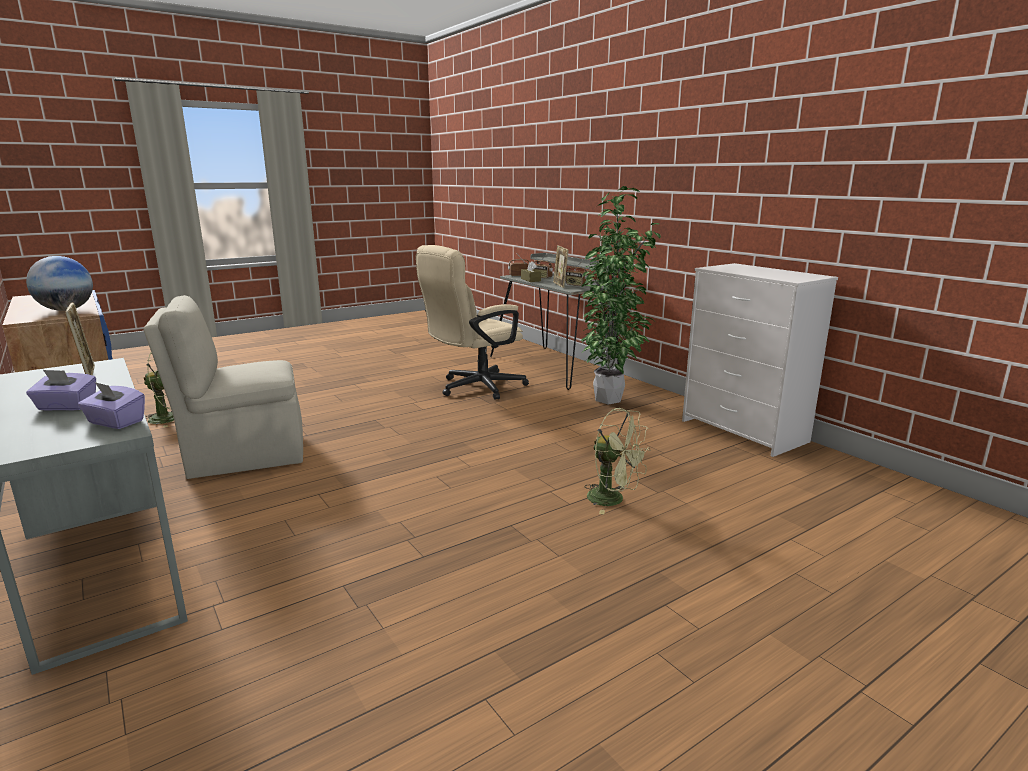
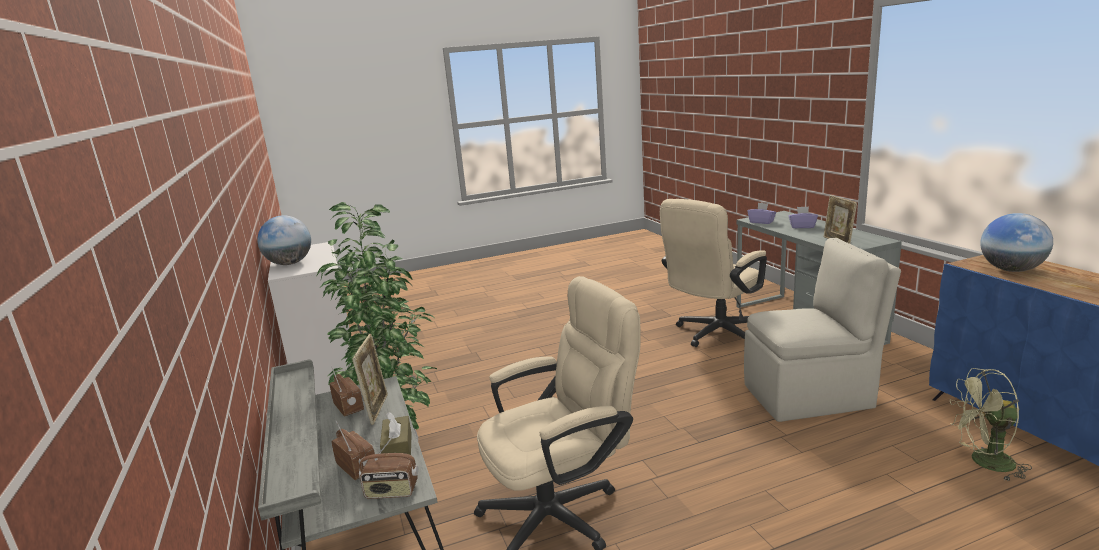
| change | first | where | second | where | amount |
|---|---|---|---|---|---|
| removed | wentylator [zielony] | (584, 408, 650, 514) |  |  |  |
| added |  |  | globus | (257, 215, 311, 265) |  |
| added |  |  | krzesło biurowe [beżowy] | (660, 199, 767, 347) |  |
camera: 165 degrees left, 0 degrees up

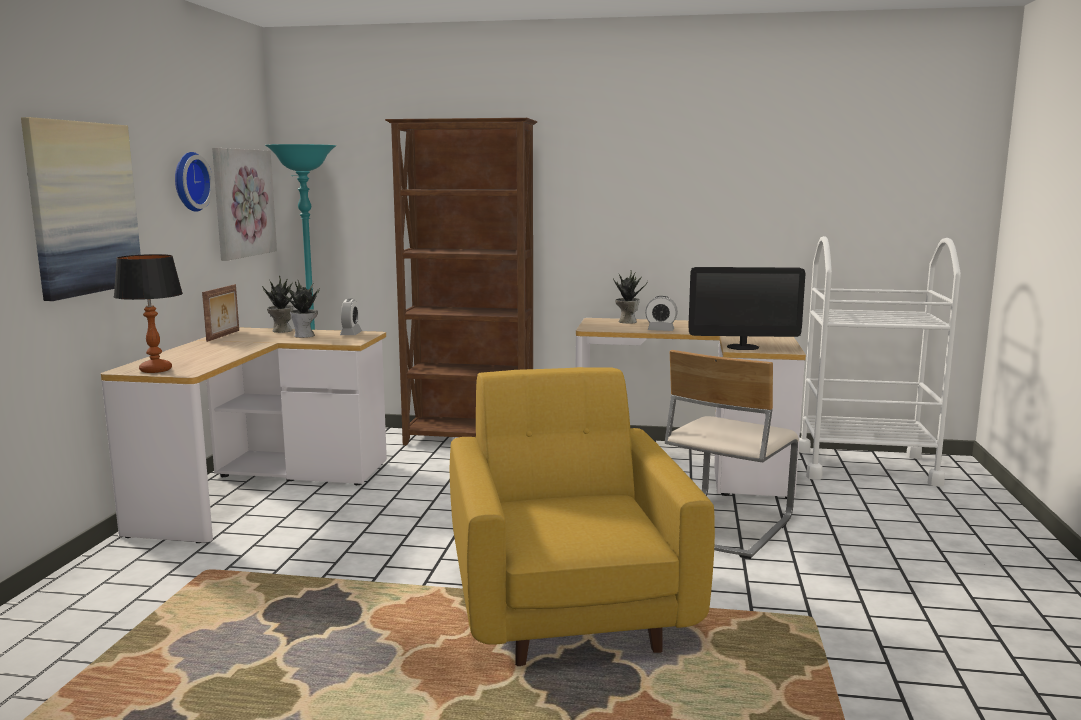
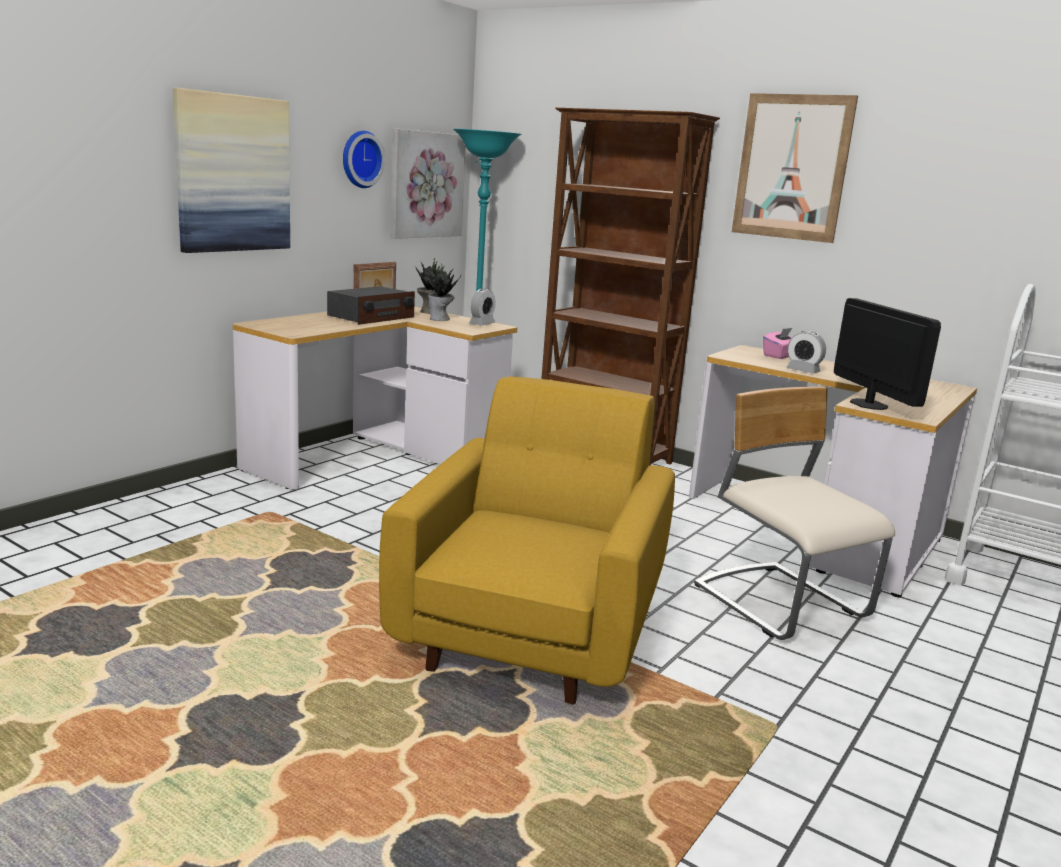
| change | first | where | second | where | amount |
|---|---|---|---|---|---|
| removed | lampa stołowa | (113, 254, 183, 373) |  |  |  |
| added |  |  | radio | (327, 286, 415, 325) |  |
| added |  |  | obraz | (732, 93, 858, 243) |  |
| replaced | roślina doniczkowa | (613, 270, 648, 324) | pudełko chusteczek [różowy] | (763, 328, 792, 359) |  |
| turned | krzesło [beżowy] | (665, 350, 799, 559) |  | (694, 386, 895, 640) | 90 degrees clockwise |
| turned | monitor | (689, 267, 806, 350) |  | (834, 298, 941, 410) | 135 degrees counterclockwise |
camera: 25 degrees right, 5 degrees up

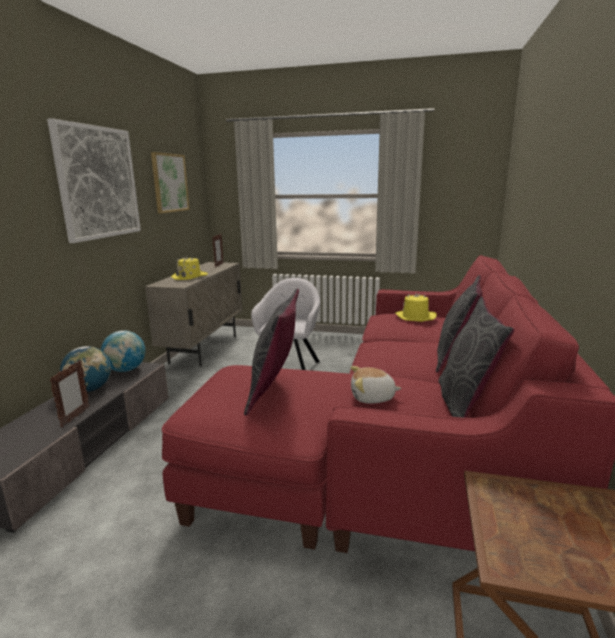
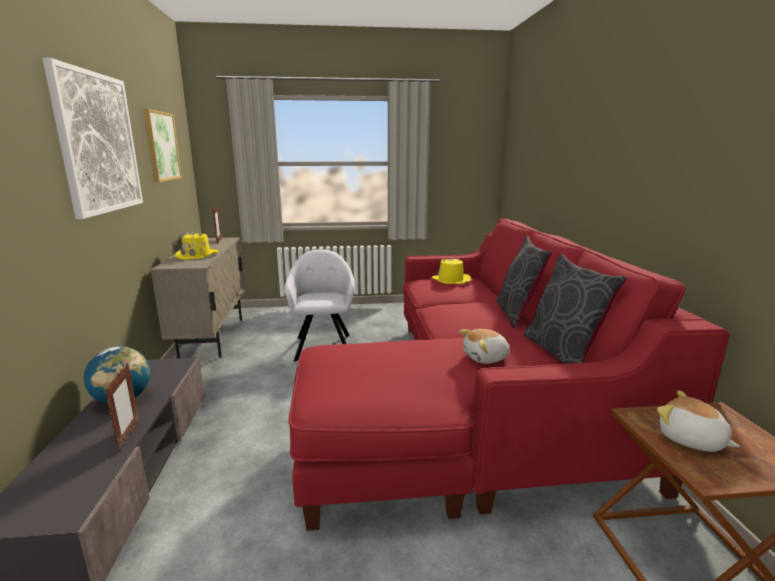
| change | first | where | second | where | amount |
|---|---|---|---|---|---|
| removed | globus | (101, 330, 145, 372) |  |  |  |
| removed | poduszka [szary] | (244, 289, 299, 416) |  |  |  |
| added |  |  | pluszak | (657, 390, 740, 452) |  |
camera: 20 degrees left, 0 degrees up

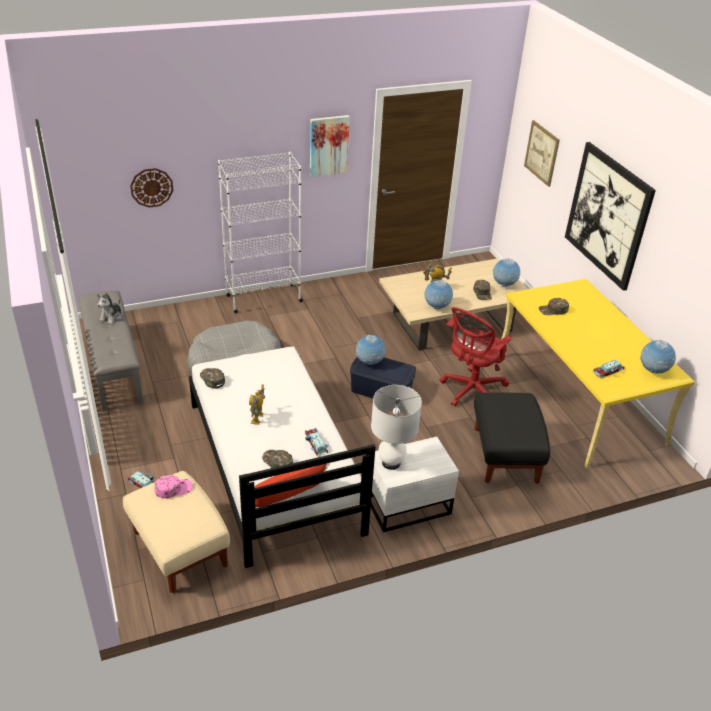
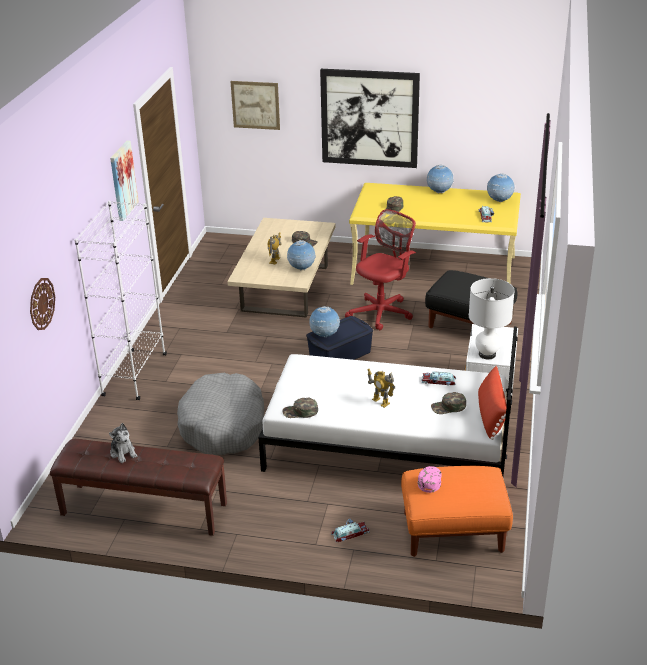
| change | first | where | second | where | amount |
|---|---|---|---|---|---|
| moved | globus | (493, 258, 520, 287) |  | (426, 164, 454, 194) |  |
| recoloured | ławka [szary] | (79, 290, 144, 412) | ławka [brązowy] | (50, 439, 227, 536) |  |
| recoloured | pufa [beżowy] | (123, 471, 230, 593) | pufa [pomarańczowy] | (401, 466, 513, 557) |  |
| turned | krzesło biurowe [czerwony] | (440, 307, 512, 406) |  | (345, 209, 416, 330) | 120 degrees counterclockwise |
camera: 55 degrees left, 5 degrees down

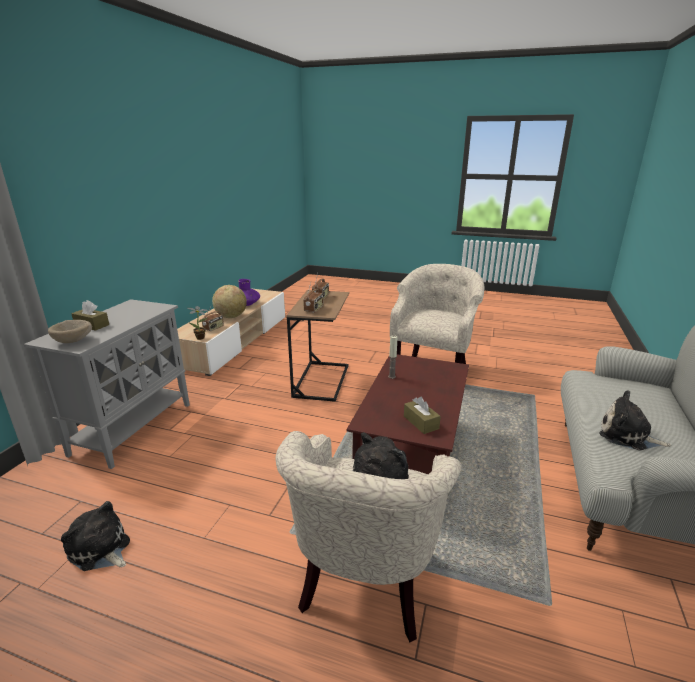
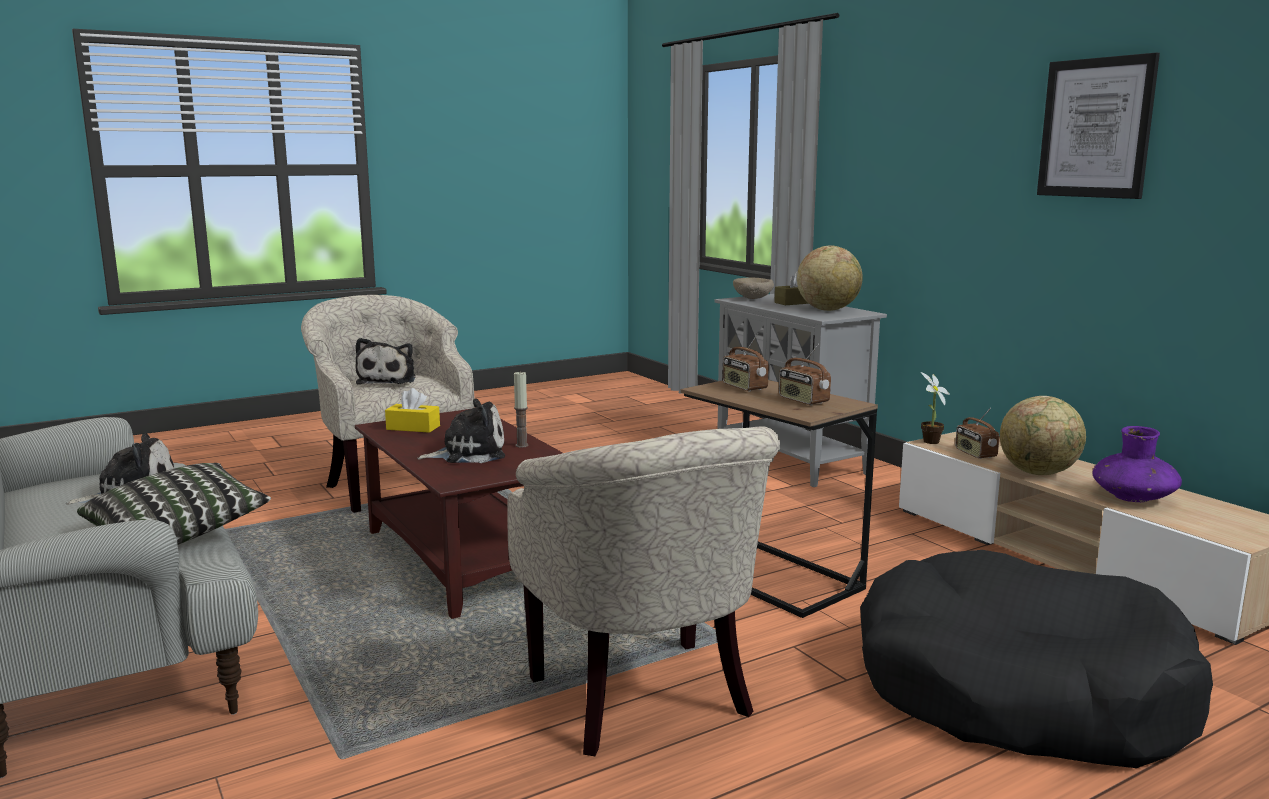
| change | first | where | second | where | amount |
|---|---|---|---|---|---|
| added |  |  | poduszka | (77, 463, 271, 545) |  |
| added |  |  | globus | (797, 245, 863, 311) |  |
| added |  |  | legowisko [czarny] | (860, 550, 1213, 768) |  |
| added |  |  | obraz | (1037, 53, 1160, 199) |  |
| moved | pluszak | (61, 501, 130, 571) |  | (417, 399, 505, 463) |  |
| recoloured | pudełko chusteczek [brązowy] | (404, 397, 441, 434) | pudełko chusteczek [żółty] | (385, 388, 440, 433) |  |
camera: 130 degrees right, 10 degrees down

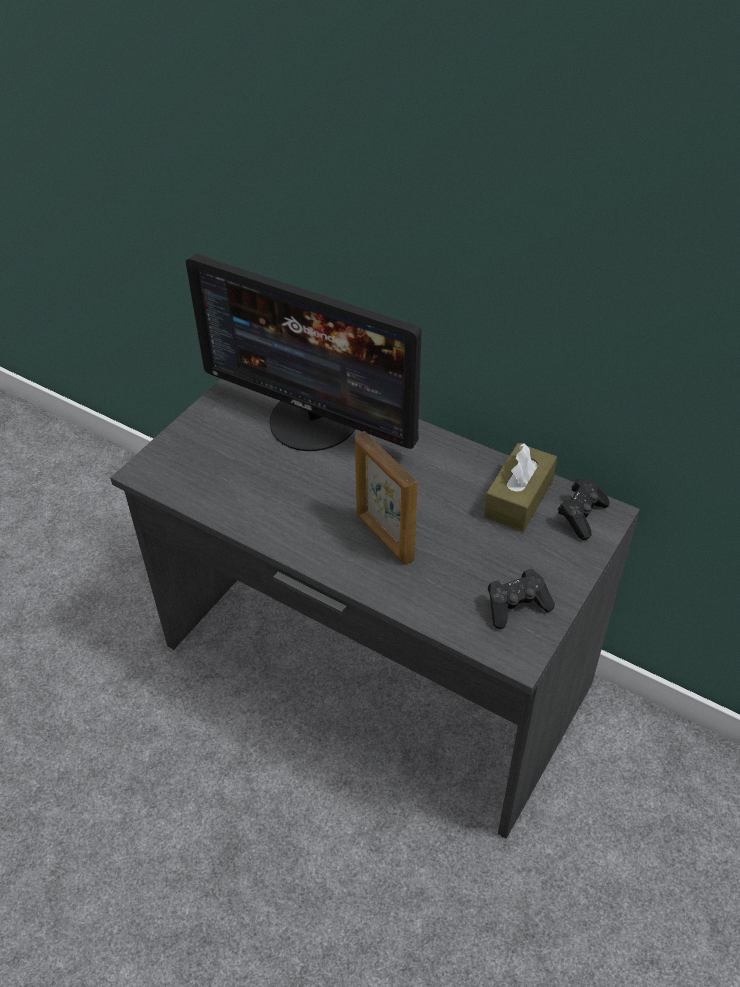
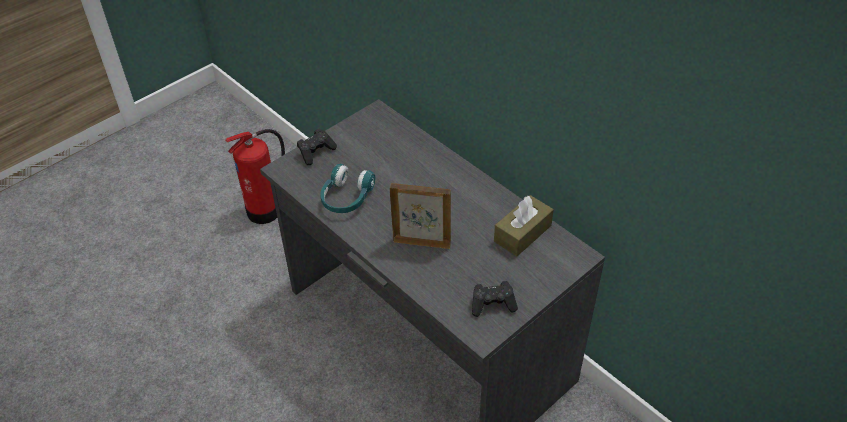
| change | first | where | second | where | amount |
|---|---|---|---|---|---|
| removed | monitor | (186, 254, 422, 451) |  |  |  |
| added |  |  | gaśnica | (225, 129, 285, 224) |  |
| added |  |  | słuchawki [turkusowy] | (320, 164, 375, 213) |  |
| moved | pad do gier [czarny] | (558, 478, 610, 540) |  | (297, 129, 337, 165) |  |
| turned | ramka na zdjęcie | (355, 431, 418, 565) |  | (390, 183, 451, 249) | 120 degrees clockwise |
camera: 15 degrees right, 0 degrees up

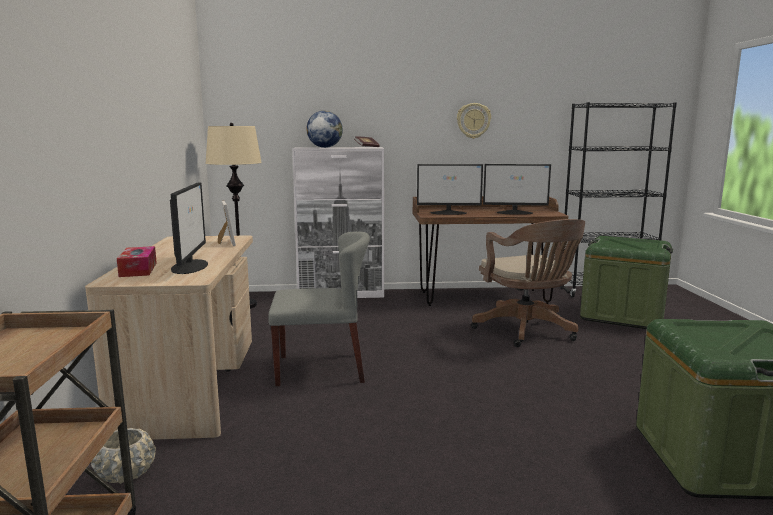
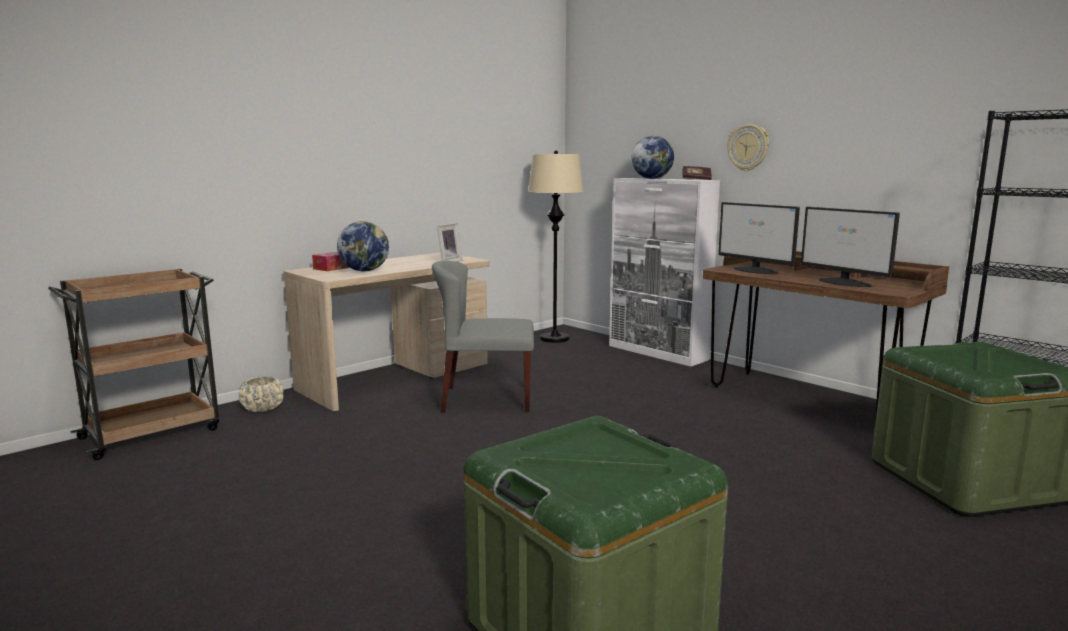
| change | first | where | second | where | amount |
|---|---|---|---|---|---|
| removed | krzesło biurowe [brązowy] | (471, 219, 585, 347) |  |  |  |
| moved | zegar ścienny | (457, 103, 491, 139) |  | (727, 124, 769, 171) |  |
| replaced | monitor | (170, 183, 208, 274) | globus | (337, 221, 389, 272) |  |
| turned | krzesło [szary] | (268, 232, 370, 386) |  | (432, 261, 534, 413) | 135 degrees clockwise |
camera: 50 degrees right, 0 degrees up

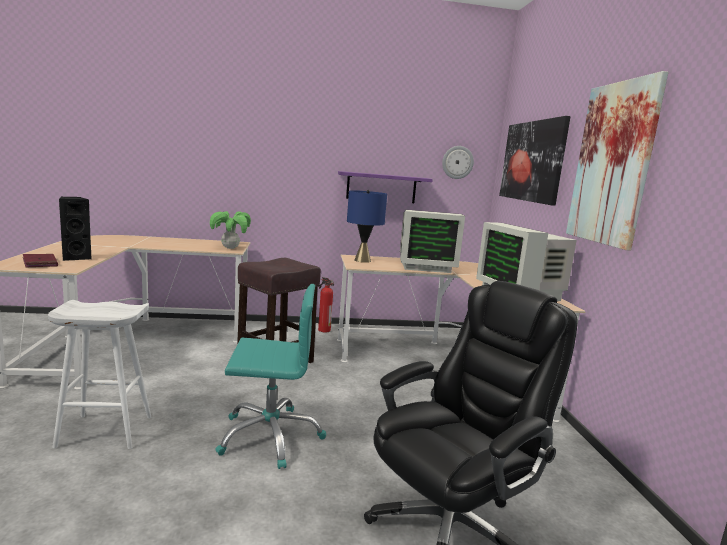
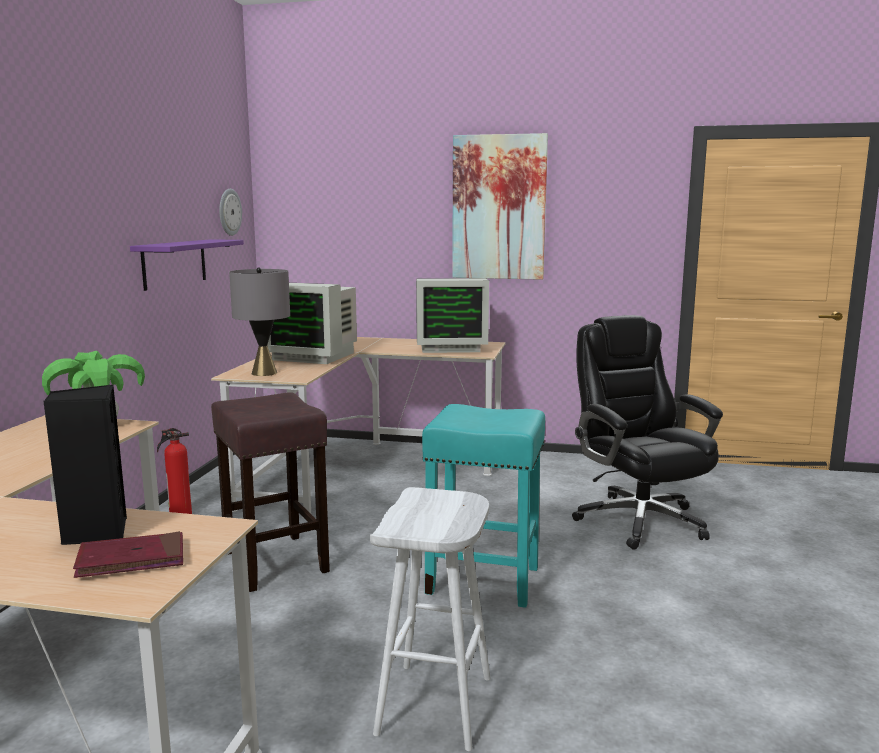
| change | first | where | second | where | amount |
|---|---|---|---|---|---|
| removed | obraz | (499, 116, 571, 206) |  |  |  |
| replaced | krzesło biurowe [turkusowy] | (215, 284, 326, 469) | stołek [turkusowy] | (422, 404, 545, 608) |  |
| recoloured | lampa stołowa [niebieski] | (347, 190, 387, 263) | lampa stołowa [szary] | (229, 267, 290, 376) |  |
| turned | monitor | (400, 210, 465, 273) |  | (267, 283, 357, 364) | 90 degrees clockwise |
camera: 70 degrees left, 0 degrees up

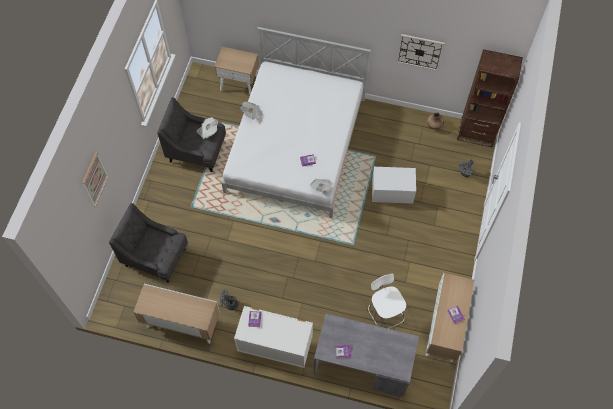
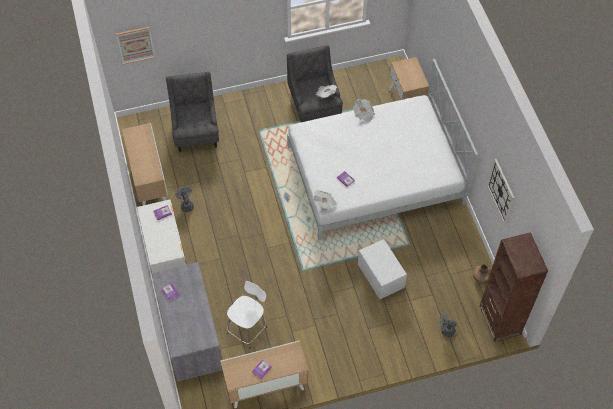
| change | first | where | second | where | amount |
|---|---|---|---|---|---|
| moved | obraz | (82, 152, 109, 207) |  | (116, 27, 155, 65) |  |
camera: 60 degrees right, 5 degrees down

